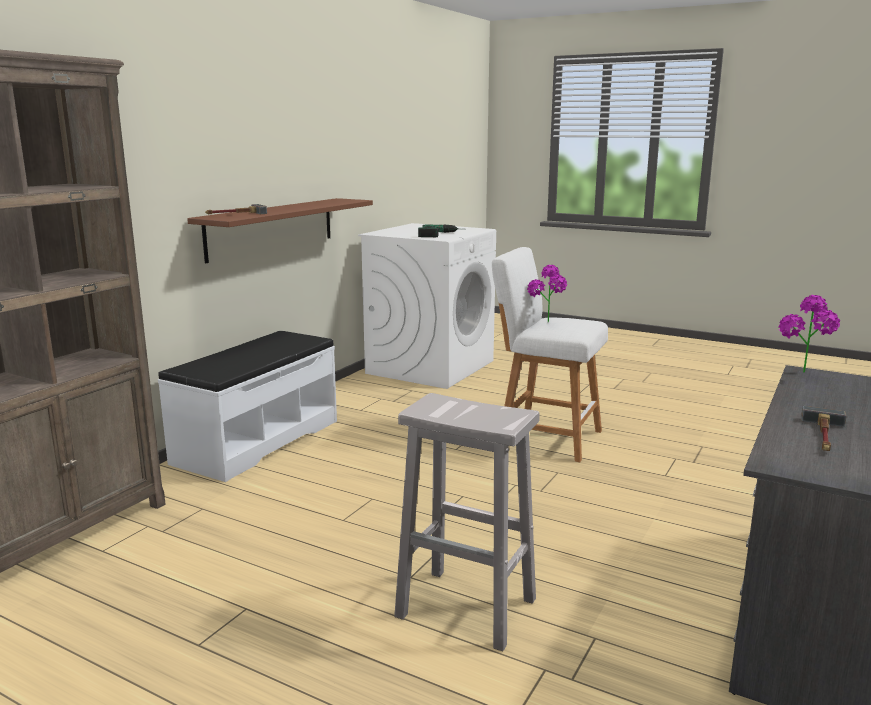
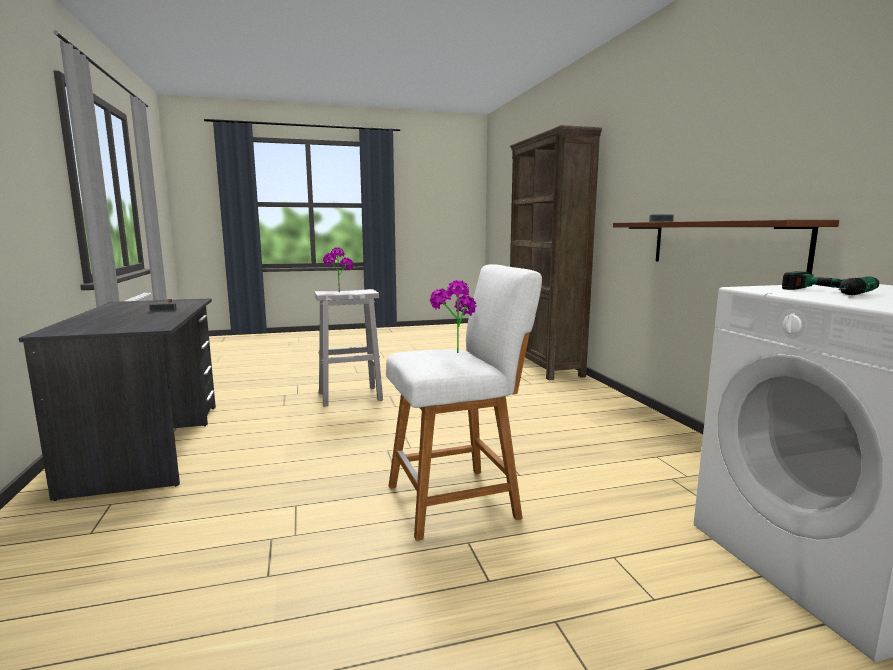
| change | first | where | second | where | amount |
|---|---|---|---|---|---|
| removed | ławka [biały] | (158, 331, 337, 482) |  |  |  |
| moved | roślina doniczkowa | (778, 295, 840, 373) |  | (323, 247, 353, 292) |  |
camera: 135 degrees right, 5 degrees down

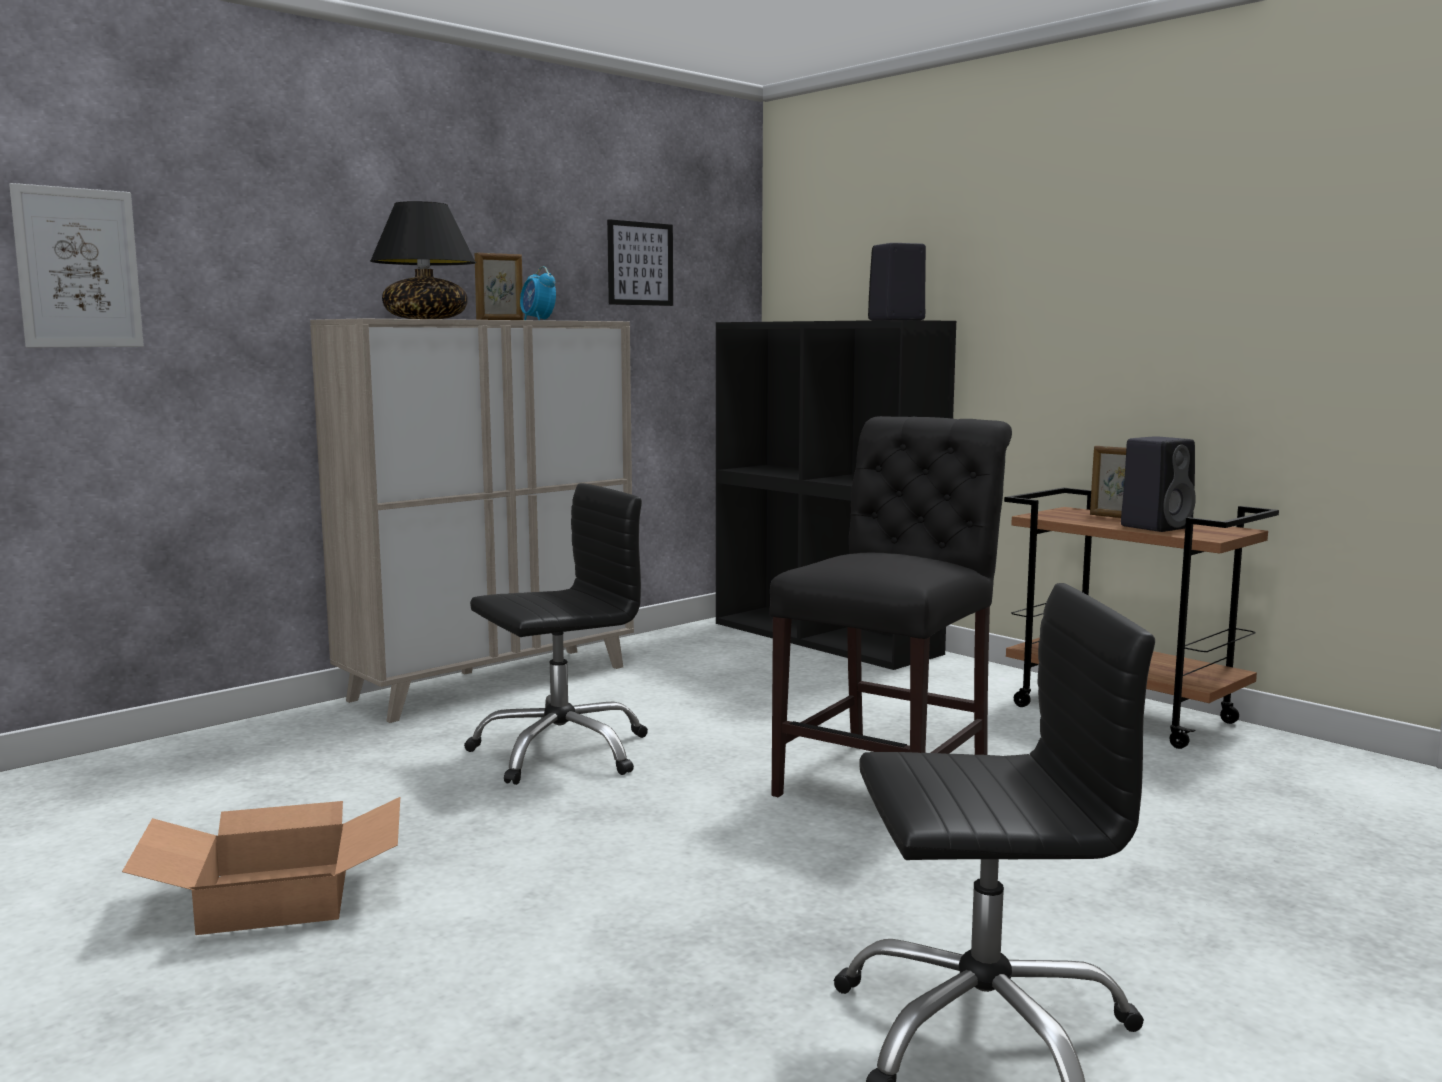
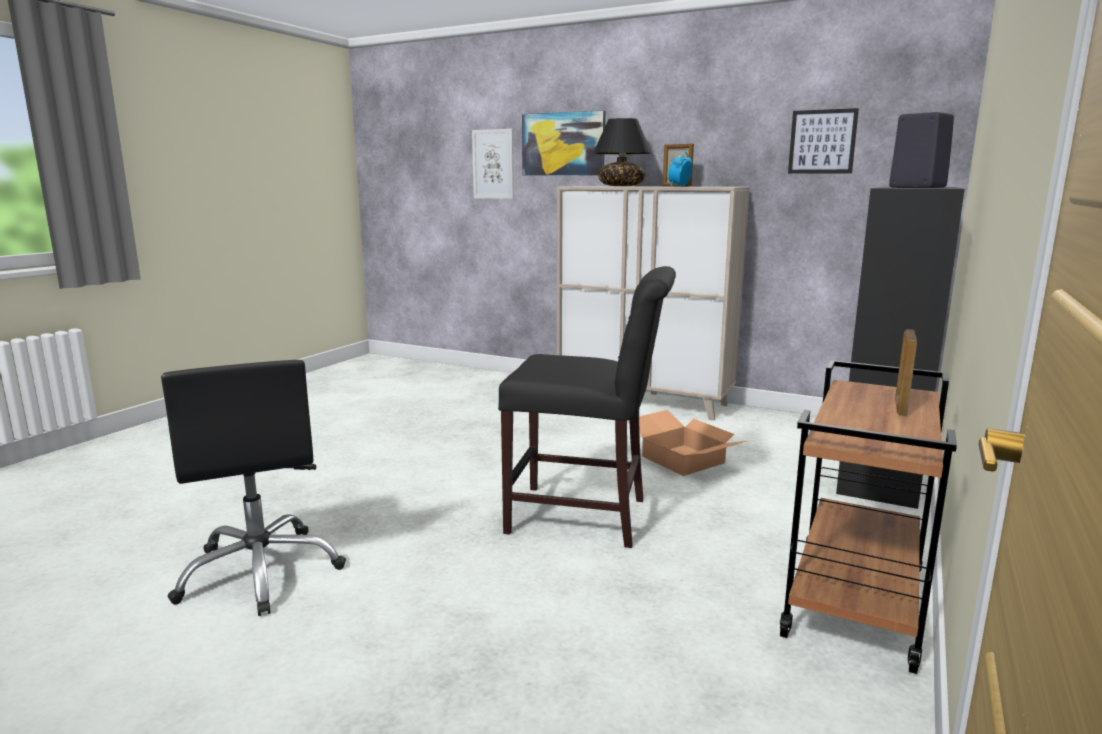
| change | first | where | second | where | amount |
|---|---|---|---|---|---|
| removed | krzesło biurowe [czarny] | (464, 483, 648, 785) |  |  |  |
| removed | głośnik [czarny] | (1121, 436, 1196, 532) |  |  |  |
| added |  |  | obraz | (522, 110, 605, 176) |  |
| moved | karton | (122, 797, 400, 935) |  | (627, 410, 746, 476) |  |
camera: 70 degrees right, 5 degrees up

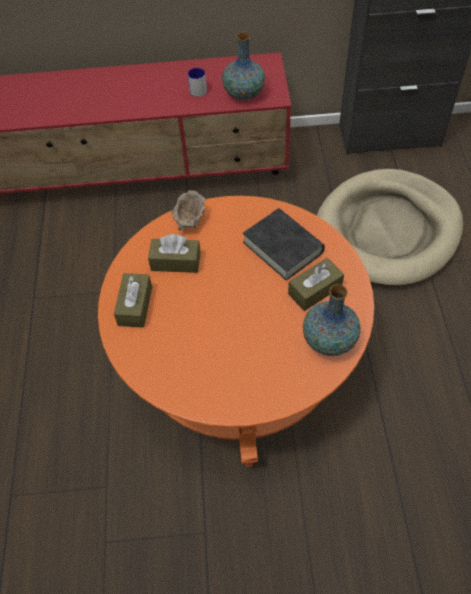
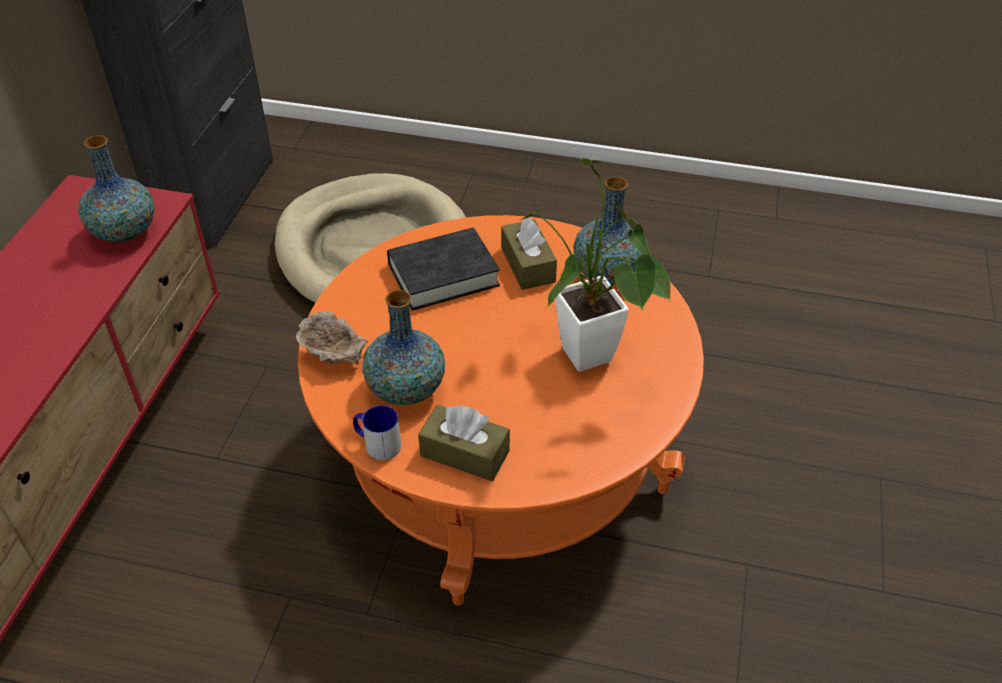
| change | first | where | second | where | amount |
|---|---|---|---|---|---|
| added |  |  | roślina doniczkowa | (520, 157, 671, 372) |  |
| moved | kubek | (188, 68, 207, 97) |  | (353, 405, 401, 460) |  |
| replaced | pudełko chusteczek [brązowy] | (148, 234, 201, 273) | wazon | (362, 290, 445, 405) |  |
camera: 75 degrees left, 10 degrees down

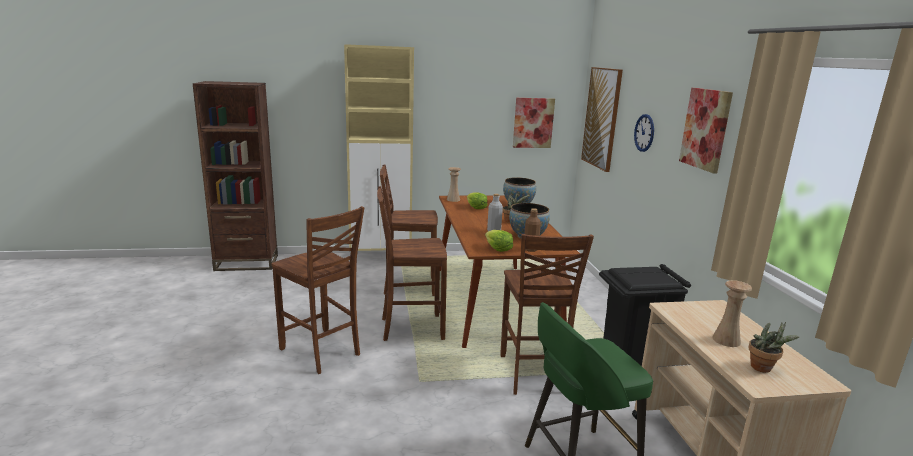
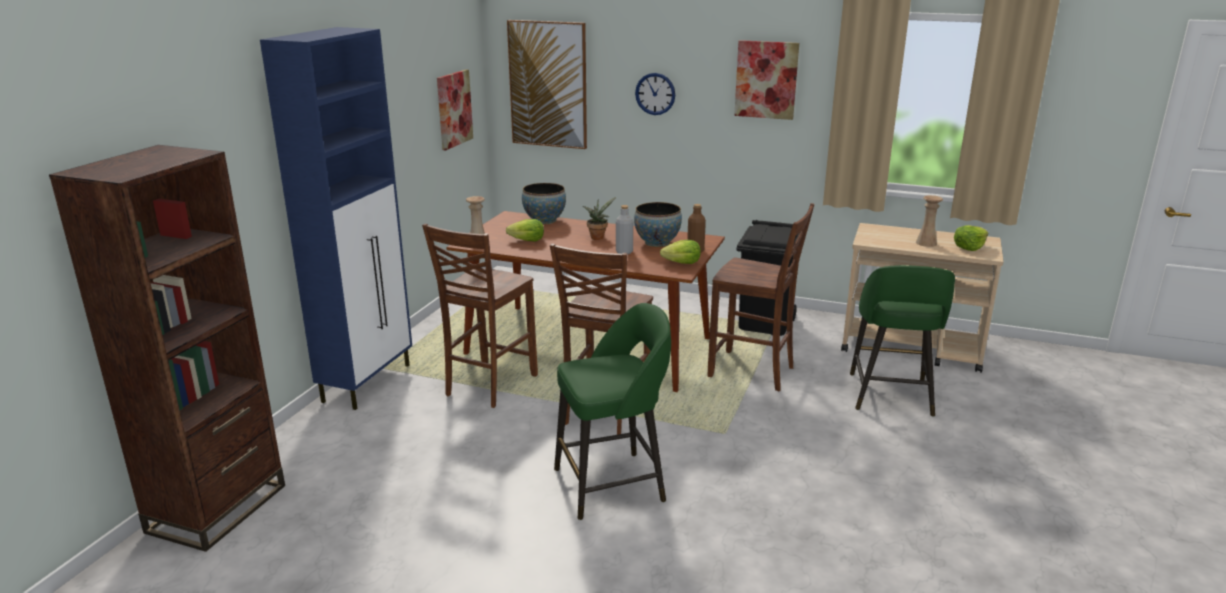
| change | first | where | second | where | amount |
|---|---|---|---|---|---|
| replaced | krzesło [brązowy] | (271, 206, 364, 374) | stołek [zielony] | (554, 303, 671, 520) |  |
| replaced | roślina doniczkowa | (748, 322, 800, 373) | sałata | (954, 225, 988, 251) |  |
| recoloured | szafka [beżowy] | (344, 44, 414, 251) | szafka [niebieski] | (260, 27, 412, 410) |  |
camera: 60 degrees left, 5 degrees up

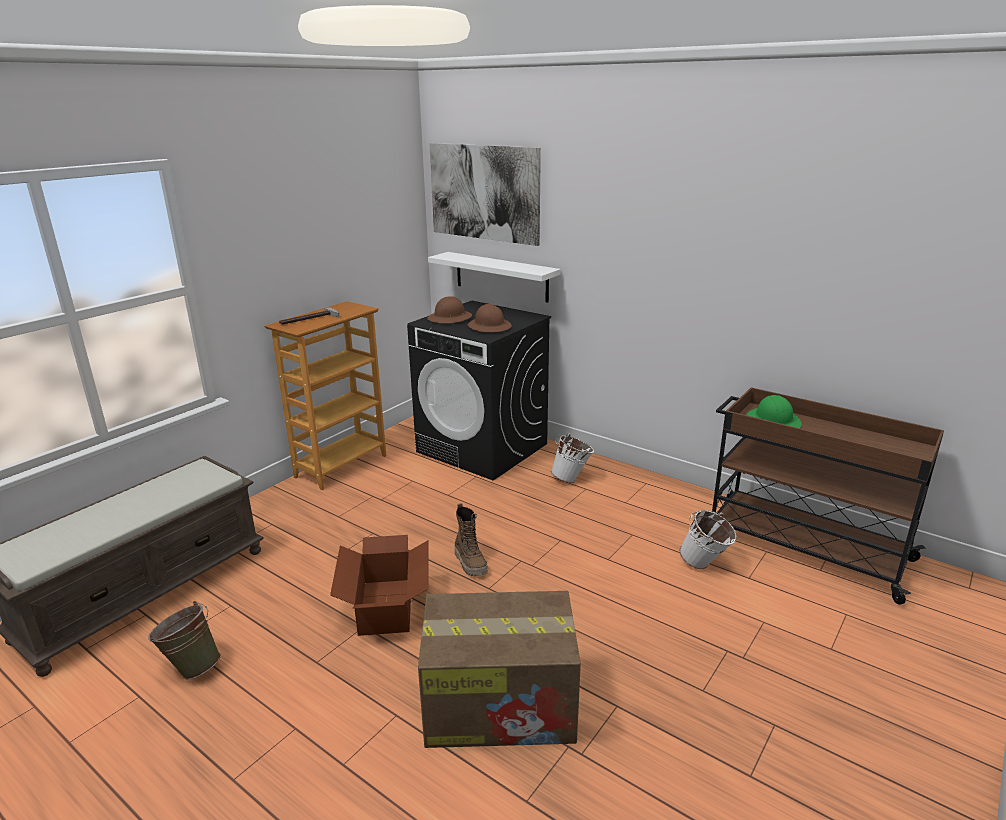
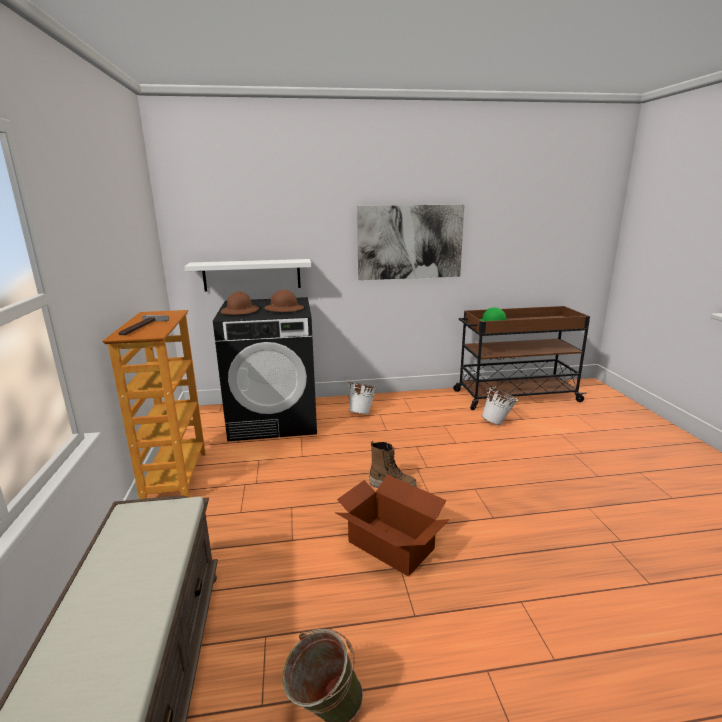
| change | first | where | second | where | amount |
|---|---|---|---|---|---|
| removed | karton | (418, 591, 581, 748) |  |  |  |
| moved | obraz | (429, 143, 541, 246) |  | (357, 204, 464, 280) |  |
camera: 45 degrees left, 5 degrees down

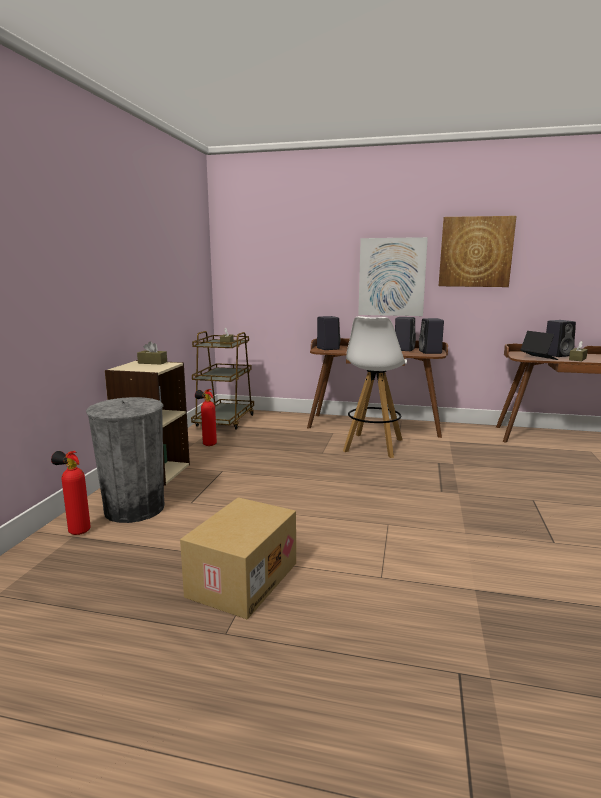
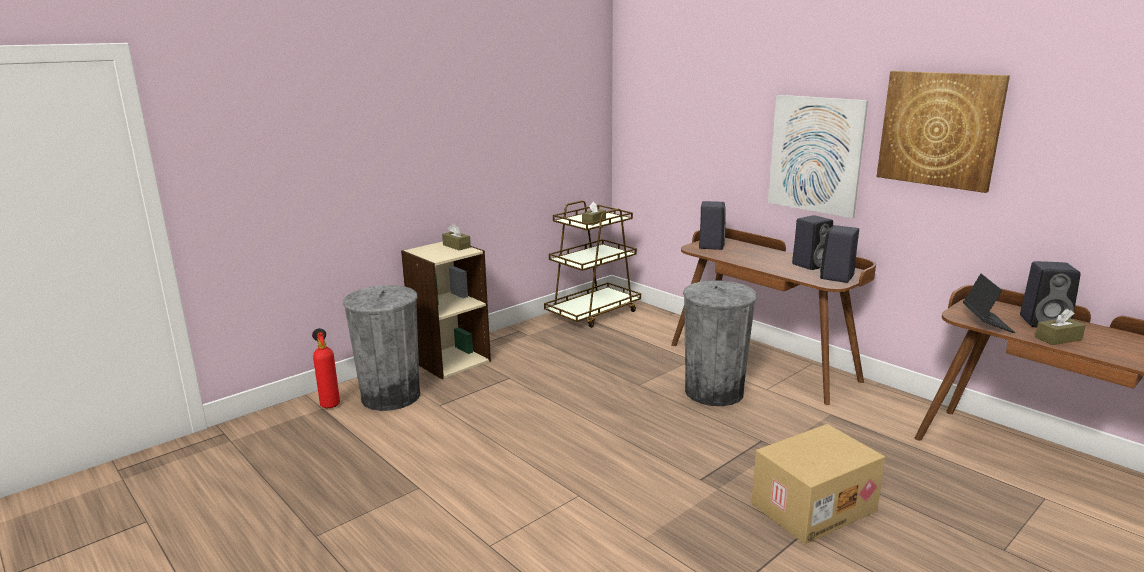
| change | first | where | second | where | amount |
|---|---|---|---|---|---|
| removed | gaśnica | (195, 389, 217, 446) |  |  |  |
| moved | karton | (180, 497, 296, 619) |  | (752, 424, 885, 544) |  |
| replaced | stołek [biały] | (343, 316, 407, 458) | kosz na śmieci [szary] | (683, 280, 757, 406) |  |
camera: 35 degrees right, 5 degrees up

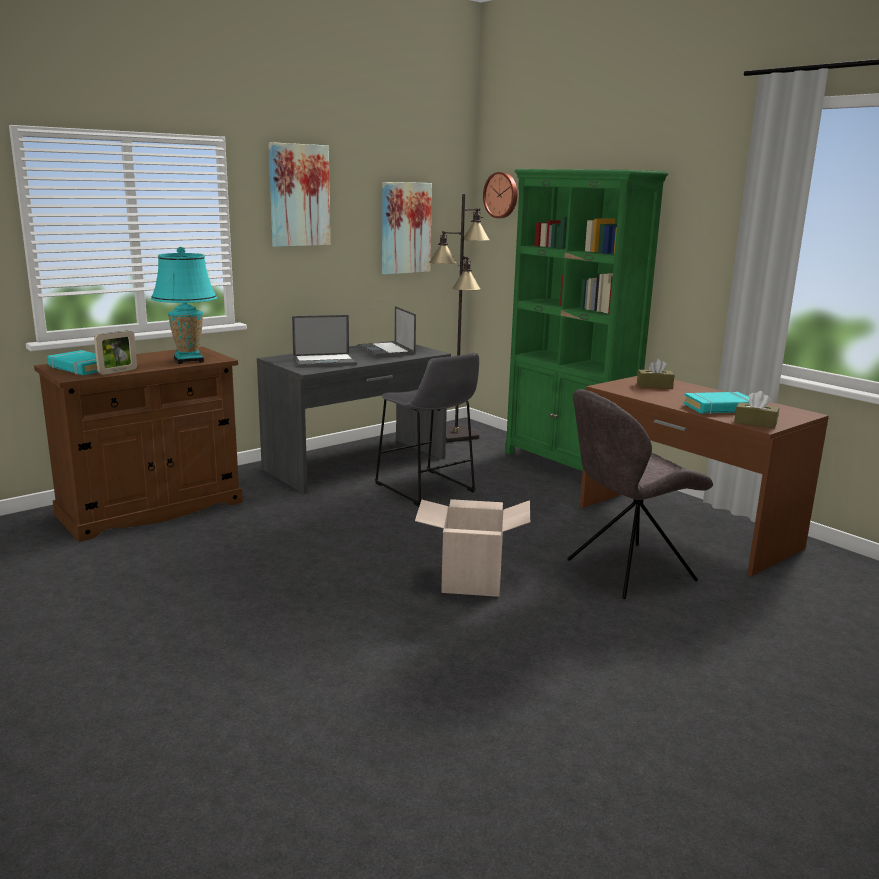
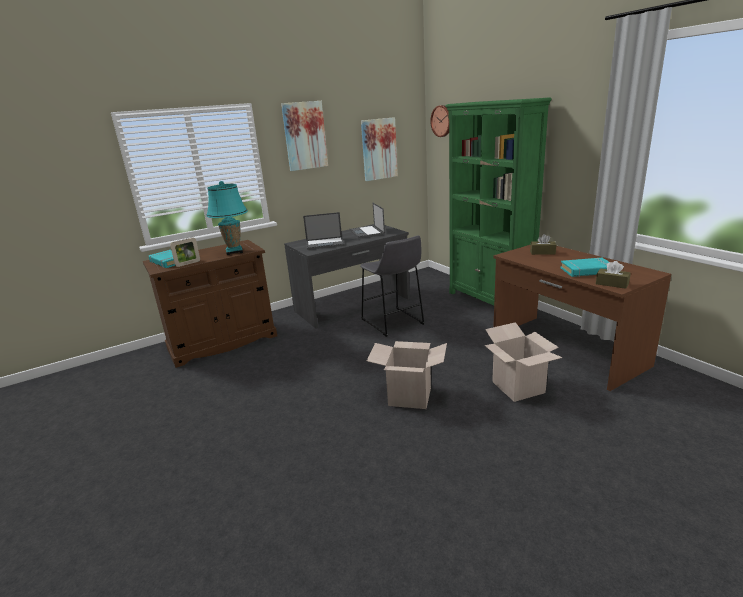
| change | first | where | second | where | amount |
|---|---|---|---|---|---|
| removed | lampa stojąca [czarny] | (429, 194, 490, 442) |  |  |  |
| replaced | krzesło [szary] | (567, 389, 713, 599) | karton | (484, 322, 563, 402) |  |
camera: 10 degrees right, 5 degrees up

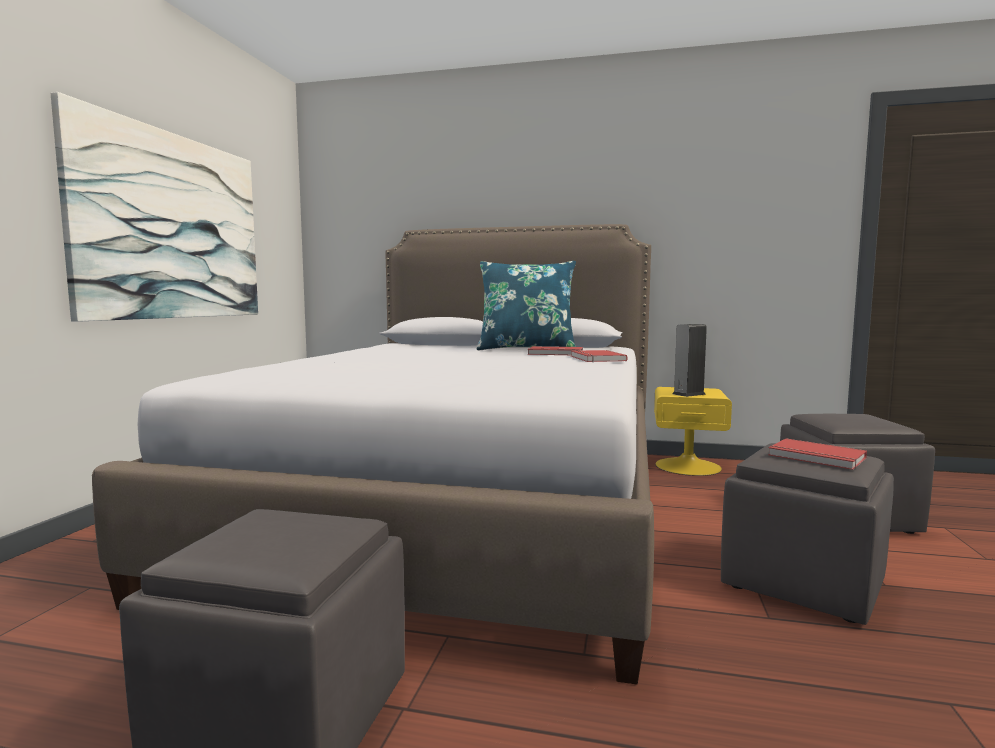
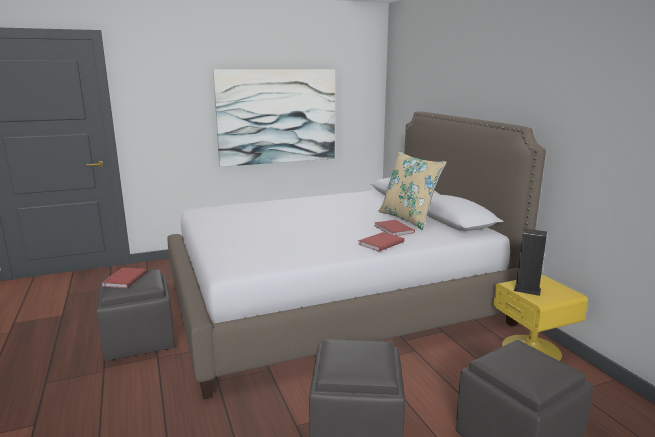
| change | first | where | second | where | amount |
|---|---|---|---|---|---|
| moved | książka [czerwony] | (768, 438, 867, 470) |  | (101, 267, 147, 288) |  |
| recoloured | poduszka [niebieski] | (476, 261, 576, 350) | poduszka [beżowy] | (378, 151, 447, 230) |  |
camera: 55 degrees right, 10 degrees up

